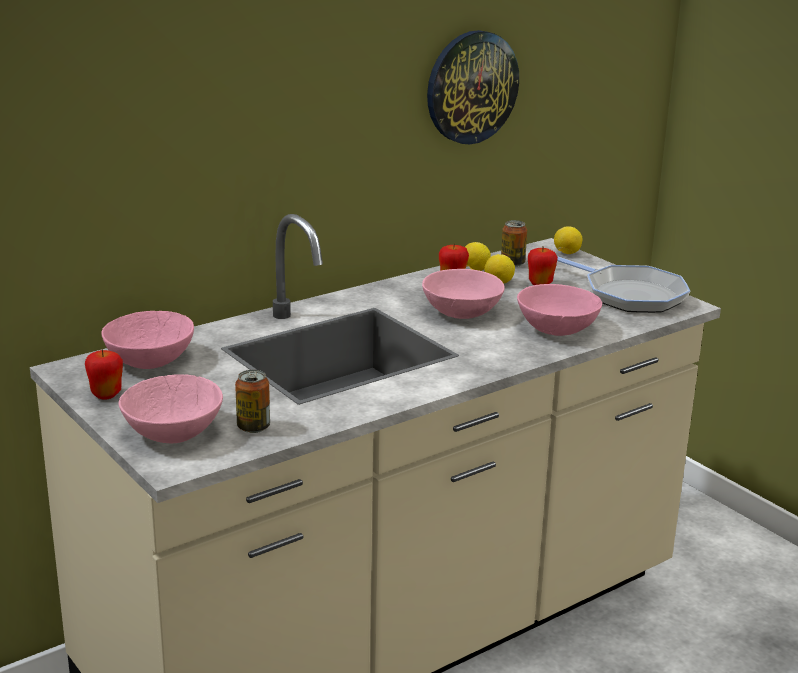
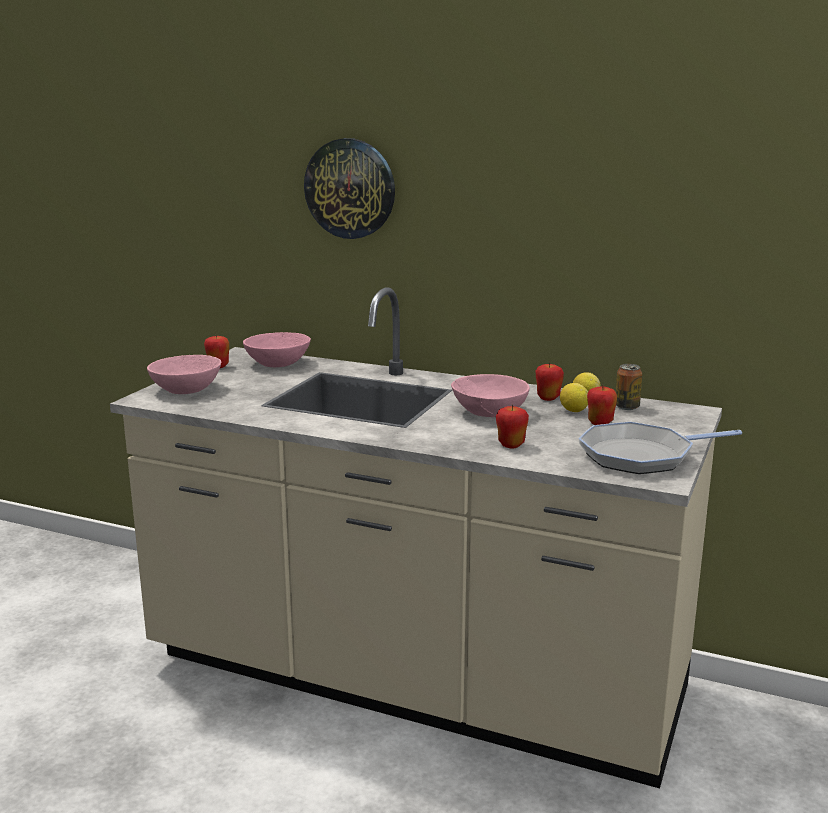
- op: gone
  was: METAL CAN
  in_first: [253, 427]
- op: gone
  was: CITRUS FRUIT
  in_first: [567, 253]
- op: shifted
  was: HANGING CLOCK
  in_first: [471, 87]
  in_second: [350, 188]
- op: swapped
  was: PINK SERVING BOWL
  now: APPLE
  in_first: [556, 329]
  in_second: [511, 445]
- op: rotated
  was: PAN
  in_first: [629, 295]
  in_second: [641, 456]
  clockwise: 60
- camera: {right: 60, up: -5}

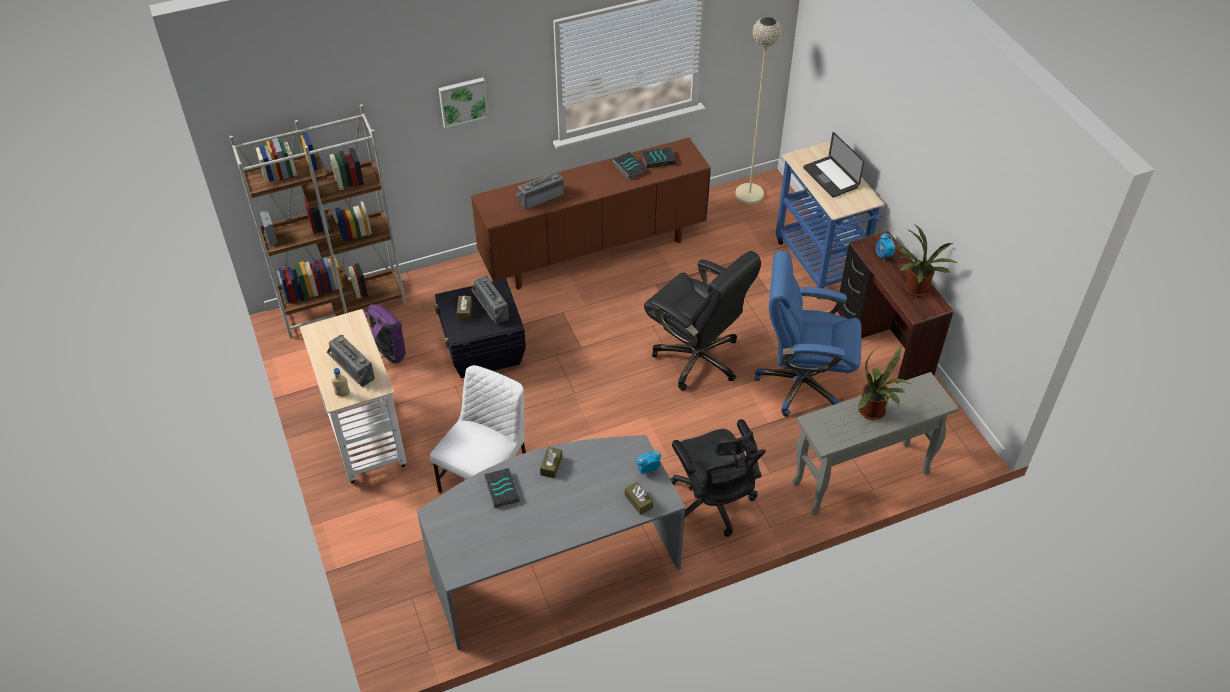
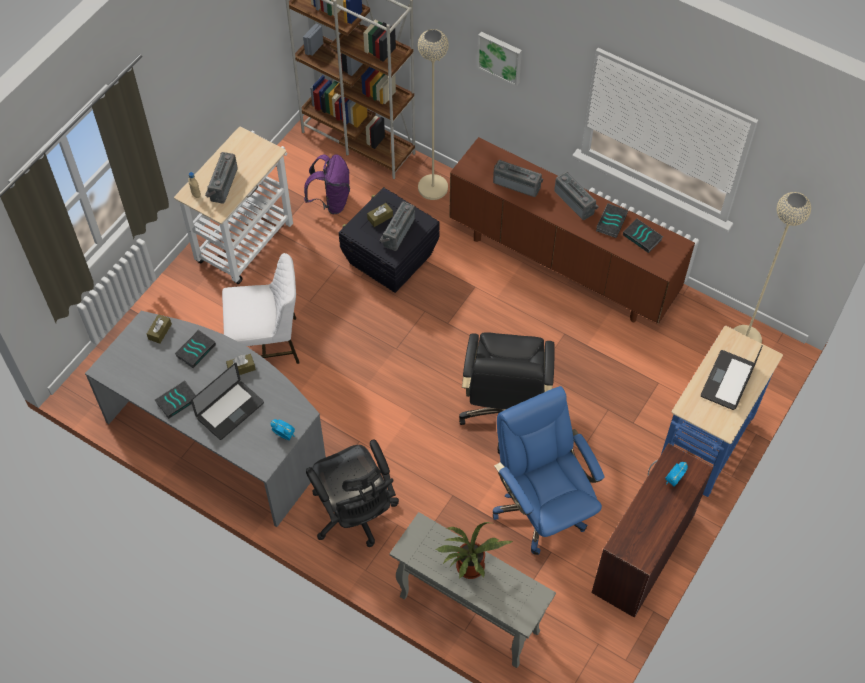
- op: gone
  was: PLANT IN A POT
  in_first: [915, 290]
- op: new
  now: VOLUME
  in_second: [177, 400]
- op: new
  now: LAPTOP
  in_second: [230, 410]
- op: new
  now: BEIGE STANDING LAMP
  in_second: [433, 188]
- op: new
  now: RADIO
  in_second: [576, 201]
- op: shifted
  was: BROWN TISSUE HOLDER
  in_first: [638, 501]
  in_second: [160, 331]
- op: rotated
  was: COMPUTER CHAIR
  in_first: [712, 505]
  in_second: [355, 514]
  clockwise: -60
- camera: {right: 55, up: 10}

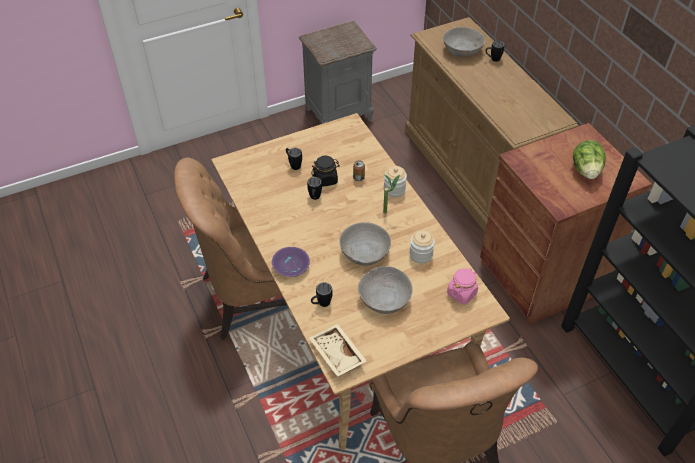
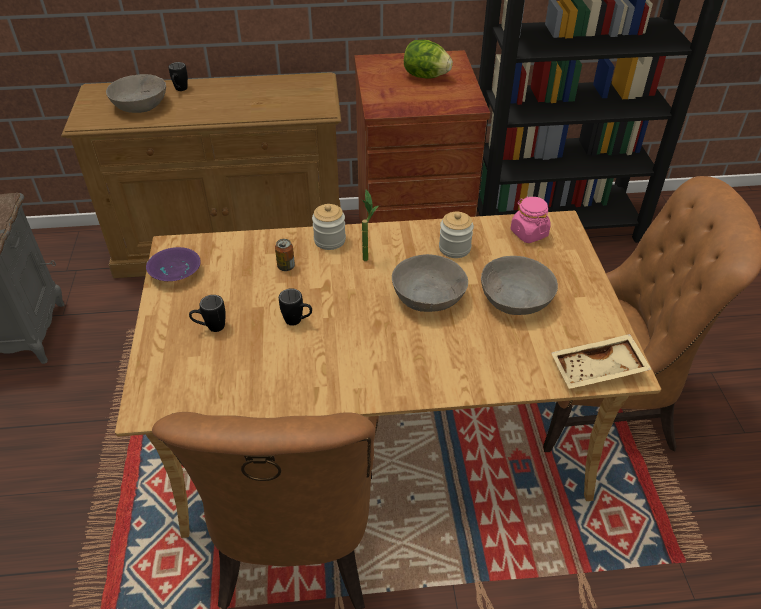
- op: gone
  was: BLACK-COLOURED JAR
  in_first: [325, 179]
- op: gone
  was: BLACK-COLOURED MUG
  in_first: [321, 304]
- op: shifted
  was: PURPLISH SERVING BOWL
  in_first: [291, 265]
  in_second: [174, 272]
- camera: {right: -70, up: -5}

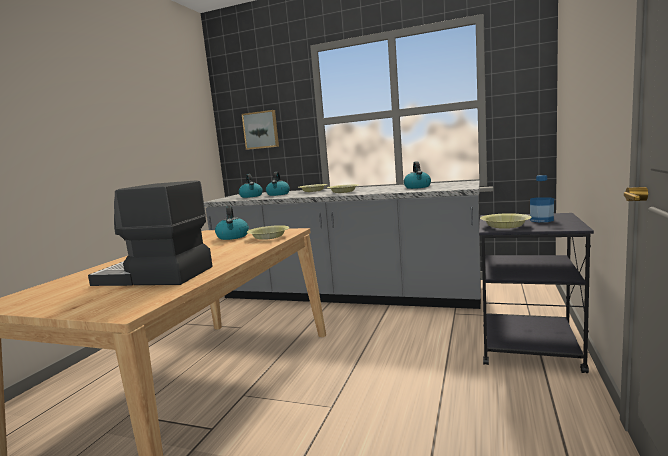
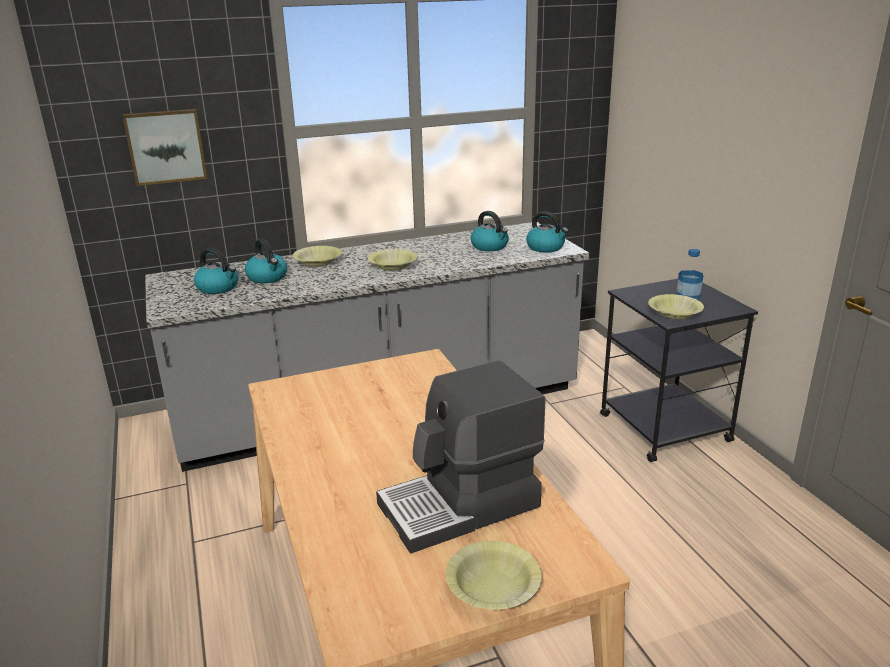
- op: shifted
  was: KETTLE
  in_first: [233, 237]
  in_second: [546, 247]
- op: shifted
  was: YELLOWISH SERVING BOWL
  in_first: [268, 237]
  in_second: [493, 587]
- camera: {right: -40, up: 15}

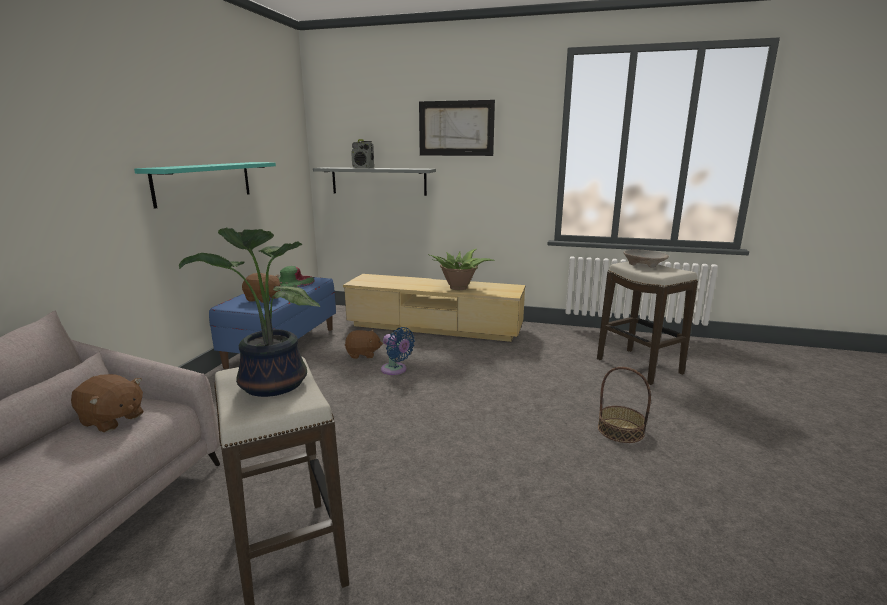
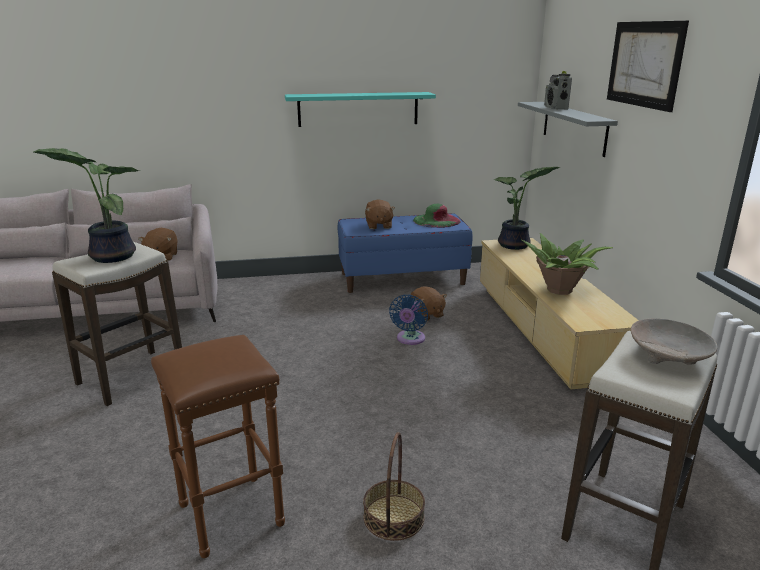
- op: new
  now: BROWN STOOL
  in_second: [230, 516]
- op: new
  now: PLANT IN A POT
  in_second: [515, 246]
- camera: {right: 65, up: 5}

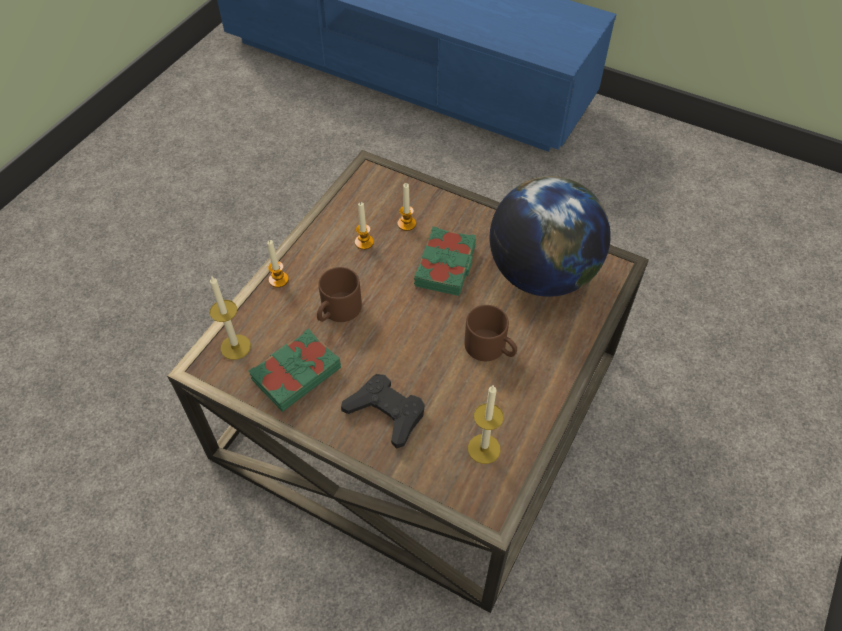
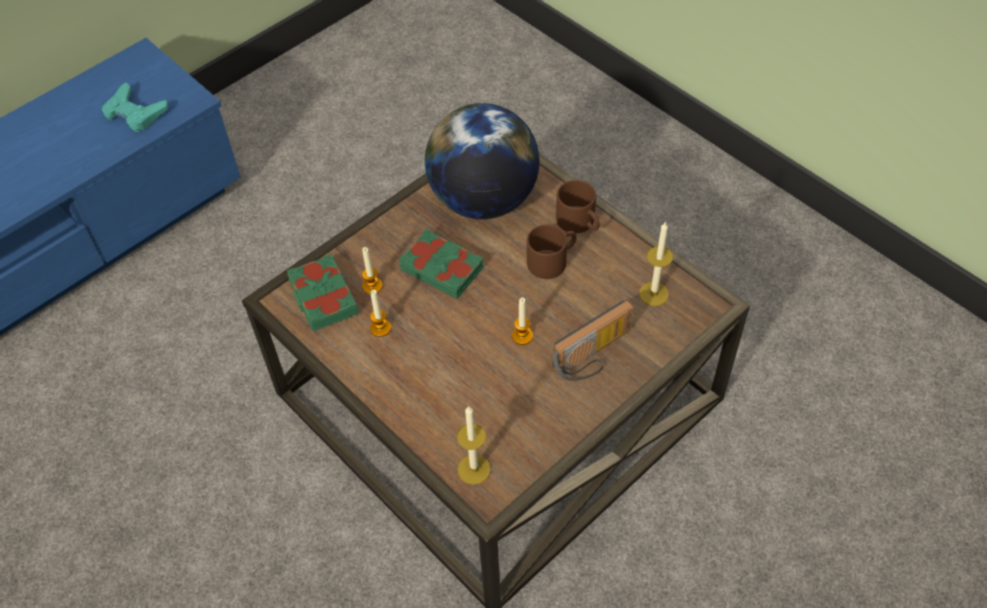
- op: new
  now: BLUE-GREEN GAMEPAD
  in_second: [135, 113]
- op: shifted
  was: GREEN VOLUME
  in_first: [295, 373]
  in_second: [322, 297]
- op: shifted
  was: CANDLE
  in_first: [278, 280]
  in_second: [522, 336]
- op: shifted
  was: BROWN MUG
  in_first: [338, 311]
  in_second: [580, 223]
- op: swapped
  was: BLACK-COLOURED GAMEPAD
  now: RADIO
  in_first: [386, 412]
  in_second: [595, 356]
- camera: {right: -70, up: 0}

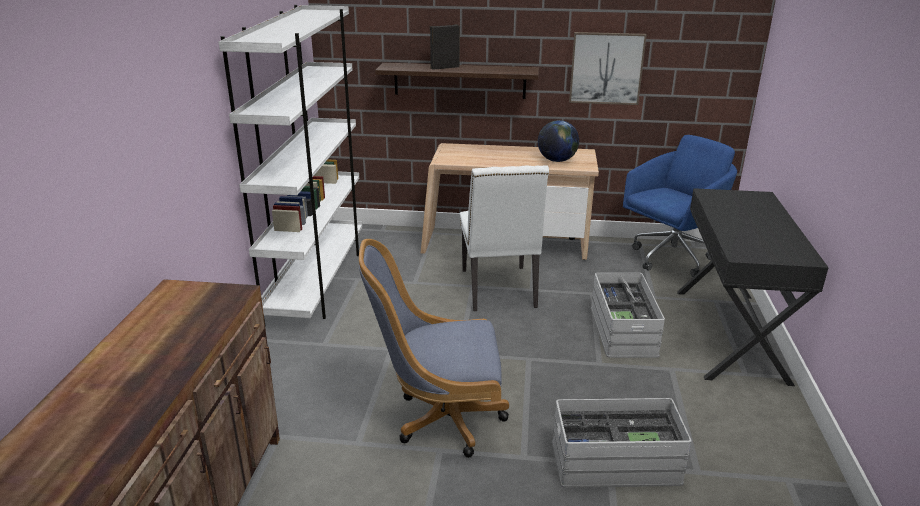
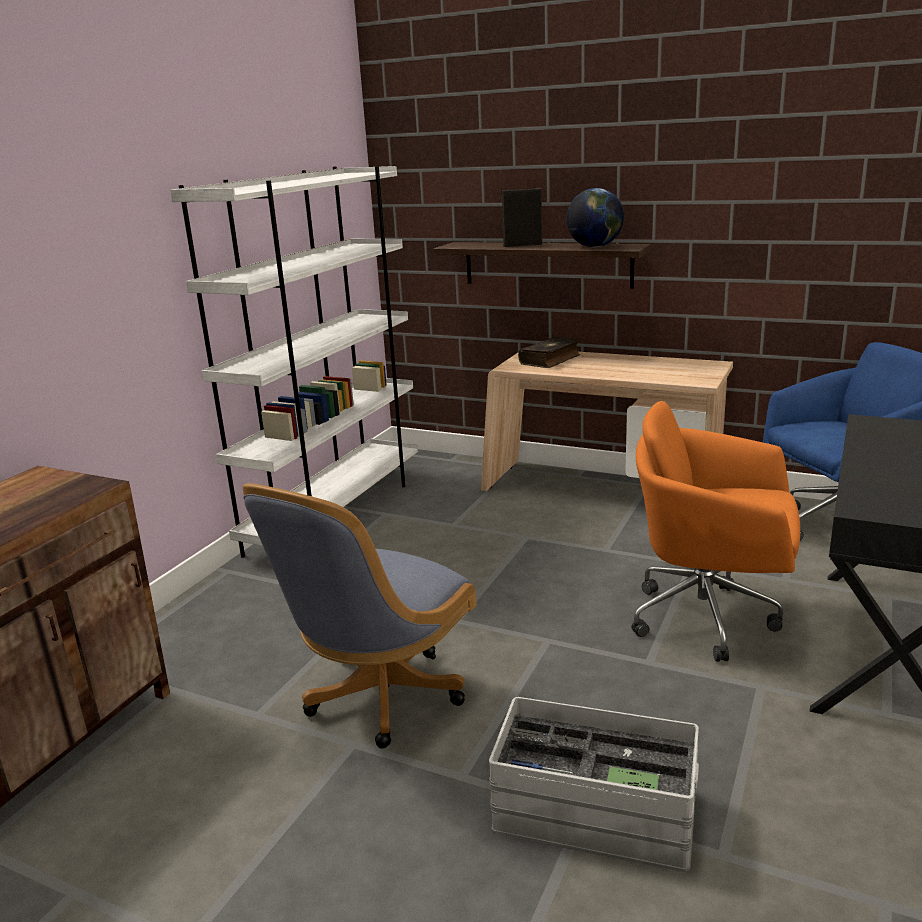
- op: gone
  was: WHITE CHAIR
  in_first: [498, 288]
- op: gone
  was: WALL ART
  in_first: [606, 68]
- op: new
  now: VOLUME
  in_second: [551, 360]
- op: shifted
  was: DESK GLOBE
  in_first: [557, 160]
  in_second: [595, 246]
- op: swapped
  was: GRAY STORAGE BOX
  now: ORANGE COMPUTER CHAIR
  in_first: [622, 330]
  in_second: [709, 620]
- op: rotated
  was: BLUE-COLOURED COMPUTER CHAIR
  in_first: [439, 420]
  in_second: [376, 704]
  clockwise: -75
- camera: {right: 20, up: -5}

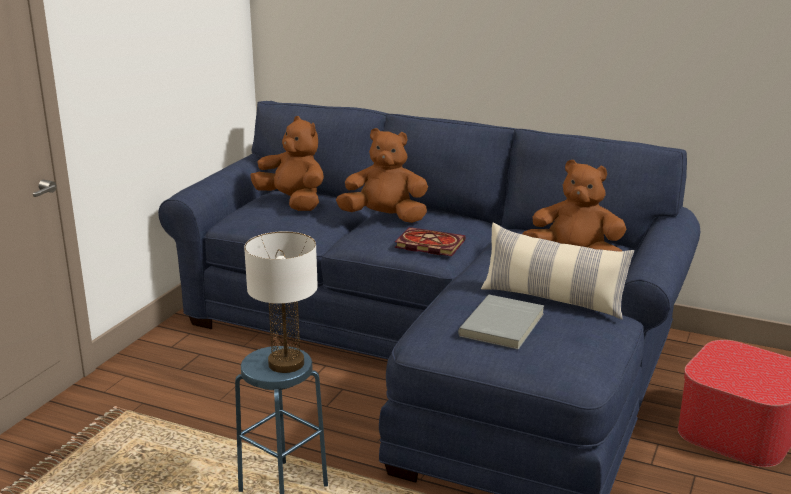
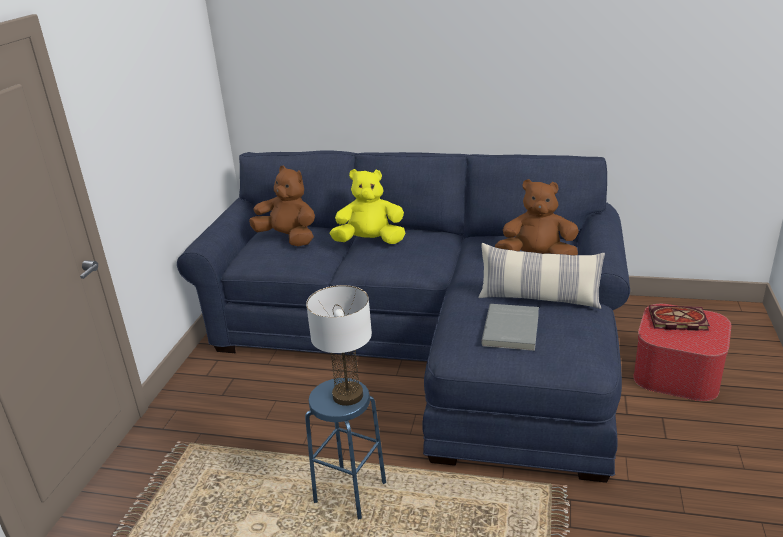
- op: shifted
  was: VOLUME
  in_first: [428, 245]
  in_second: [676, 320]
- op: repainted
  was: BROWN SOFT TOY
  now: YELLOWISH SOFT TOY
  in_first: [385, 217]
  in_second: [370, 241]
- camera: {right: -10, up: 5}

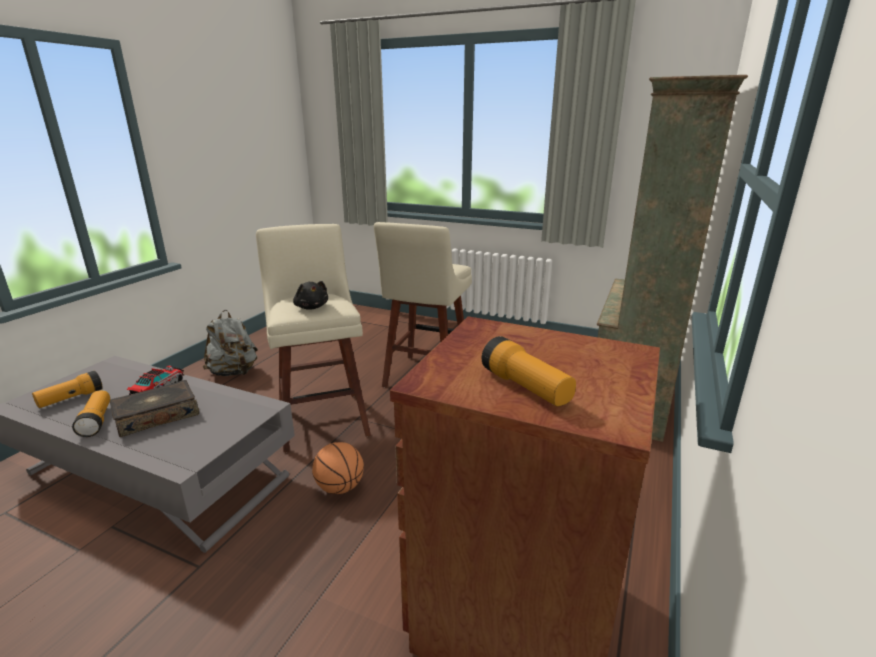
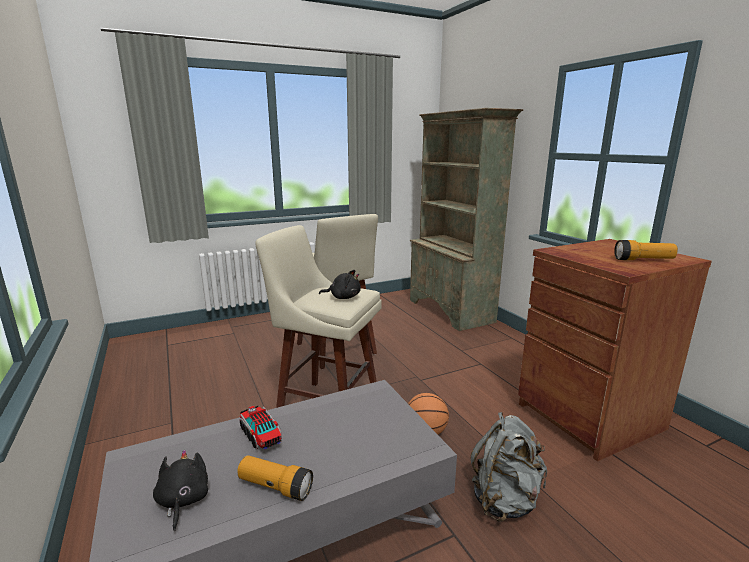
- op: gone
  was: VOLUME
  in_first: [157, 416]
- op: shifted
  was: GRAY KNAPSACK
  in_first: [234, 373]
  in_second: [505, 499]
- op: swapped
  was: FLASHLIGHT
  now: BLACK-COLOURED SOFT TOY
  in_first: [71, 398]
  in_second: [183, 501]
- camera: {right: -50, up: -5}

